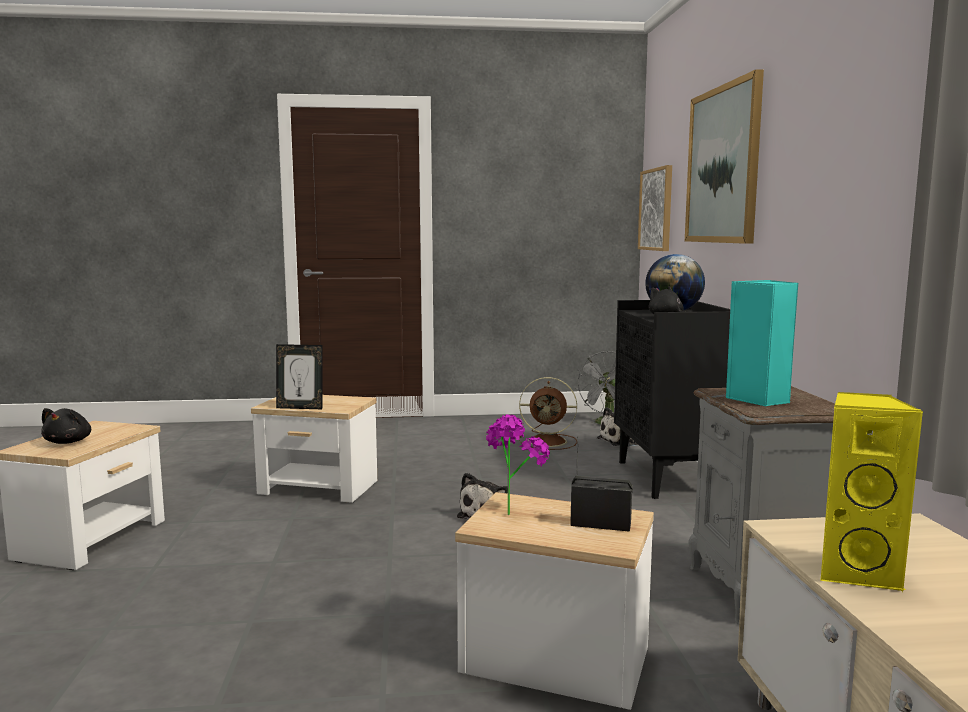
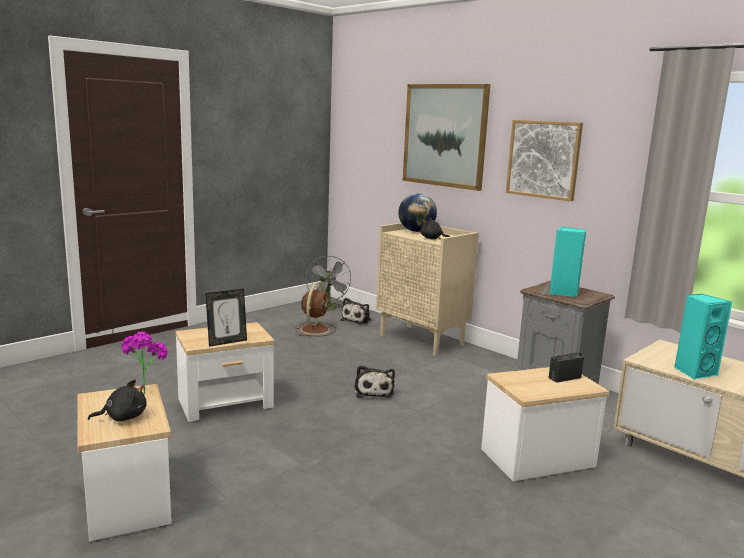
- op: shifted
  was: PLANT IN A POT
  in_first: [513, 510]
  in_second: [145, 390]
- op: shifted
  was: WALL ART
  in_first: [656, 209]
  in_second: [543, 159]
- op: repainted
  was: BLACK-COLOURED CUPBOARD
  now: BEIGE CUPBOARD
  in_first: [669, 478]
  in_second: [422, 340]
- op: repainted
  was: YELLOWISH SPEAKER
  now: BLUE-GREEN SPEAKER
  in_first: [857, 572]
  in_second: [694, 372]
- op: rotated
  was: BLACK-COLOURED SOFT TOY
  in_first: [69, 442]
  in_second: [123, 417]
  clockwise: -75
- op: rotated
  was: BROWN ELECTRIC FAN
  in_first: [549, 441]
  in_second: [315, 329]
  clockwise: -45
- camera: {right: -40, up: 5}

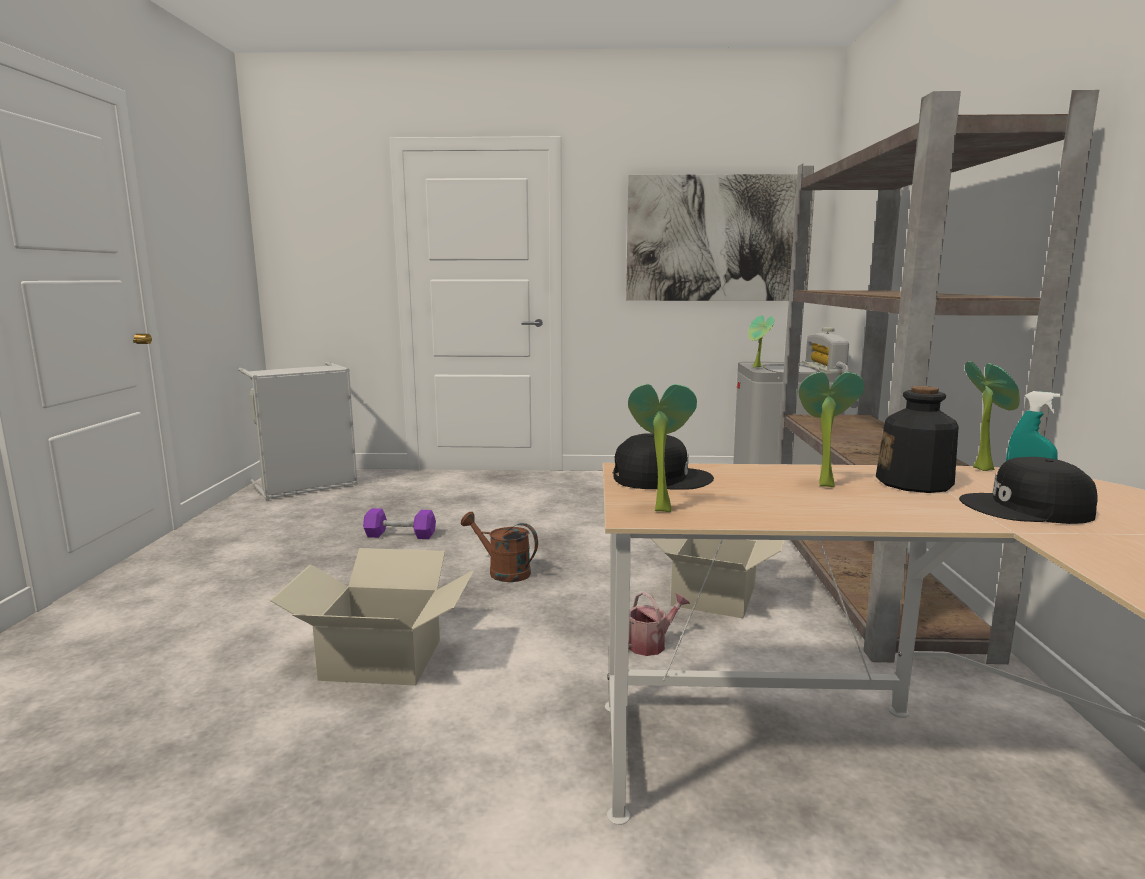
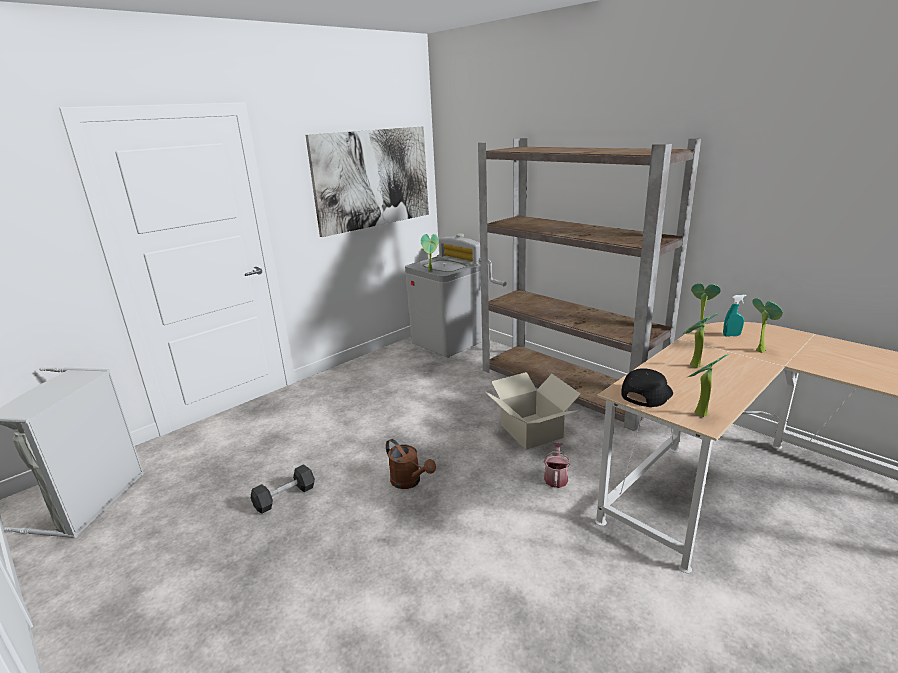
- op: gone
  was: CARDBOARD BOX
  in_first: [382, 658]
- op: gone
  was: BOTTLE
  in_first: [914, 483]
- op: swapped
  was: BLACK-COLOURED BASEBALL CAP
  now: PLANT IN A POT
  in_first: [1027, 509]
  in_second: [759, 350]
- op: repainted
  was: PURPLISH HAND WEIGHT
  now: BLACK-COLOURED HAND WEIGHT
  in_first: [400, 535]
  in_second: [285, 497]
- op: rotated
  was: BROWN WATERING POT
  in_first: [502, 572]
  in_second: [409, 482]
  clockwise: -120
- camera: {right: -45, up: 10}

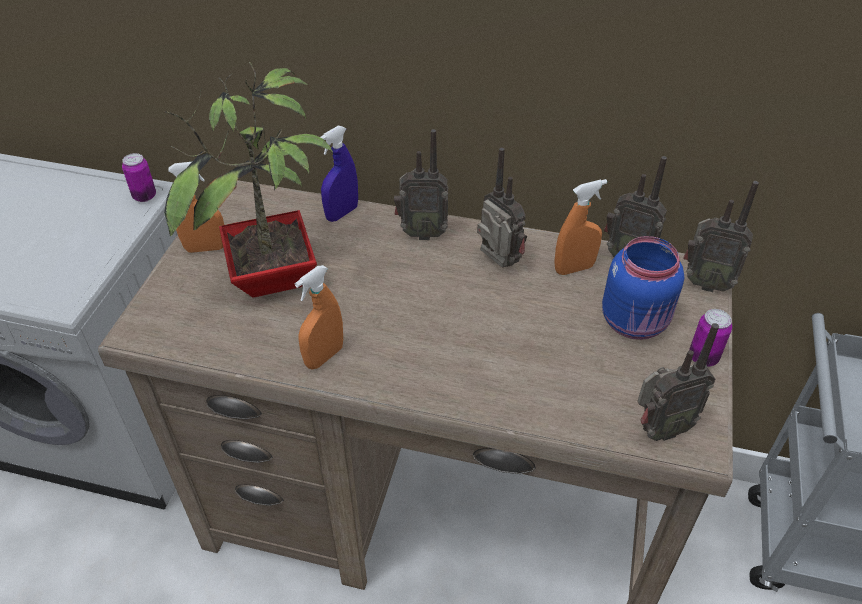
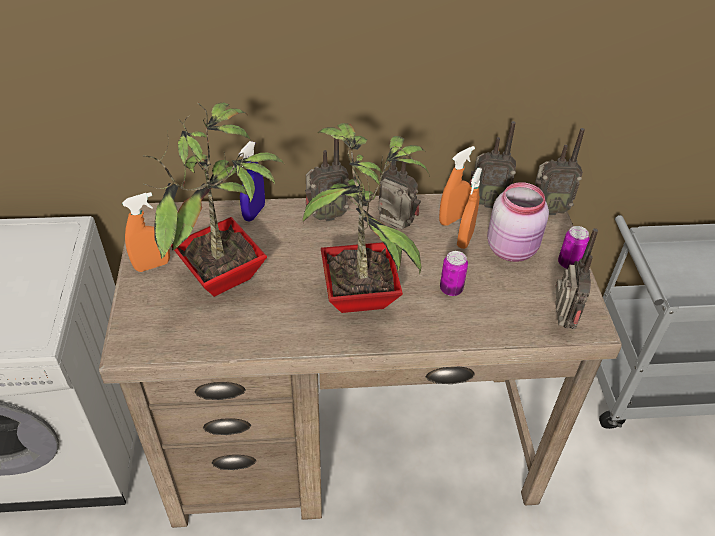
- op: new
  now: PLANT IN A POT
  in_second: [363, 296]
- op: shifted
  was: METAL CAN
  in_first: [144, 196]
  in_second: [451, 289]
- op: shifted
  was: ORANGE SPRAY BOTTLE
  in_first: [324, 356]
  in_second: [465, 239]
- op: repainted
  was: BLUE-COLOURED JAR
  now: PINK JAR
  in_first: [636, 322]
  in_second: [513, 249]
- op: rotated
  was: RADIO
  in_first: [659, 429]
  in_second: [561, 322]
  clockwise: -45
- camera: {right: -20, up: 0}

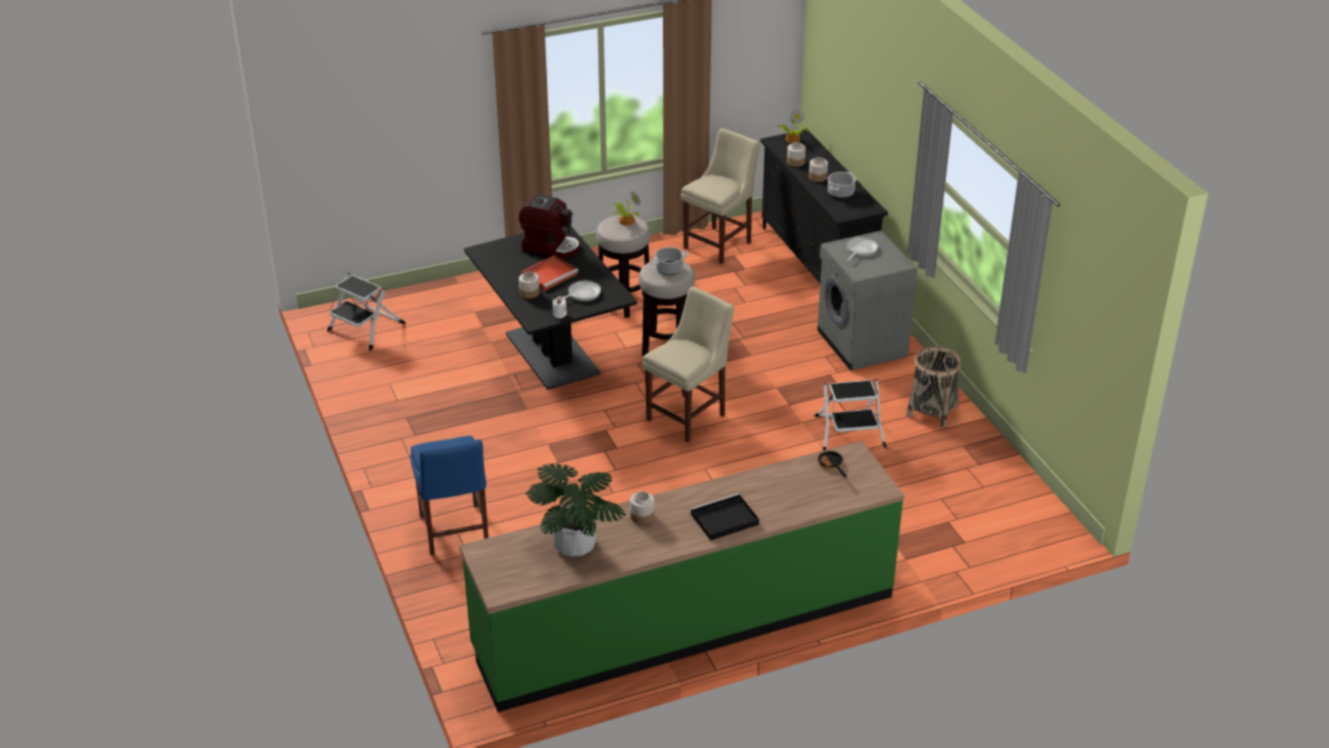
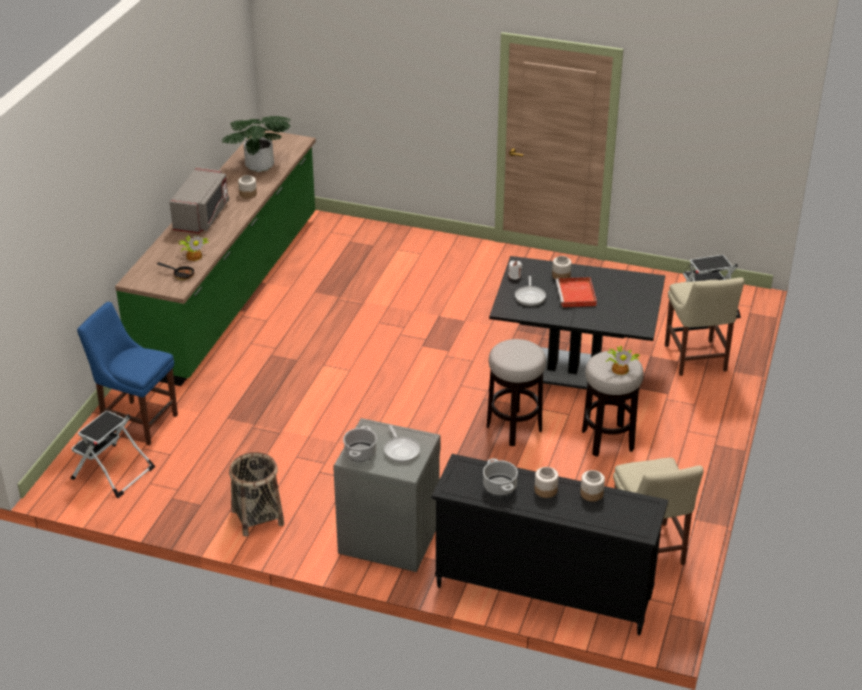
- op: gone
  was: COFFEE MACHINE
  in_first: [551, 246]
- op: shifted
  was: BLUE-COLOURED CHAIR
  in_first: [454, 532]
  in_second: [137, 421]
- op: shifted
  was: BEIGE CHAIR
  in_first: [689, 416]
  in_second: [696, 360]
- op: shifted
  was: COOKING POT
  in_first: [669, 269]
  in_second: [360, 453]
- op: shifted
  was: PLANT IN A POT
  in_first: [792, 139]
  in_second: [194, 255]
- op: shifted
  was: STEP LADDER
  in_first: [848, 432]
  in_second: [113, 471]
- op: swapped
  was: BLACK-COLOURED CARRYING TRAY
  now: GRAY KITCHEN MICROWAVE
  in_first: [723, 520]
  in_second: [202, 216]
- camera: {right: 130, up: 0}

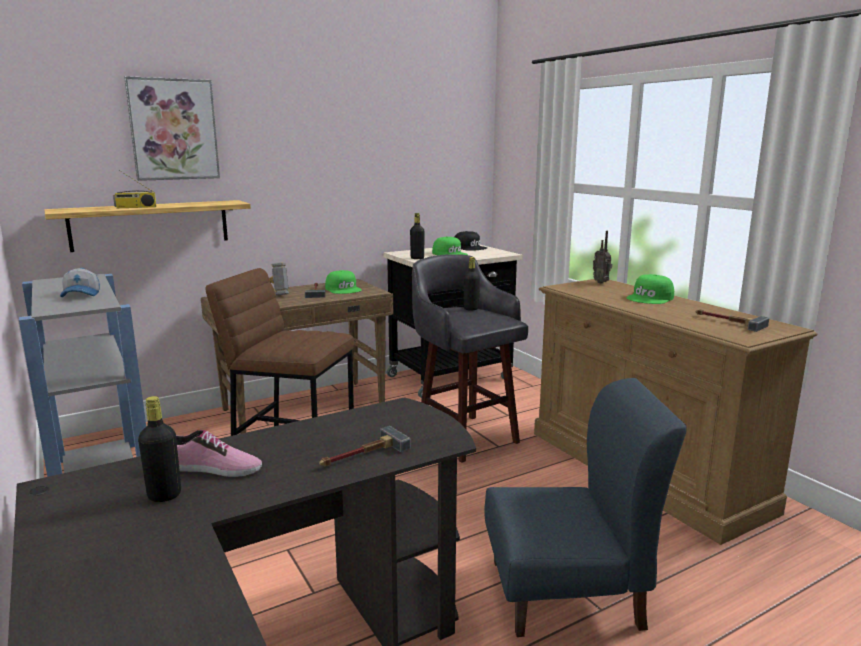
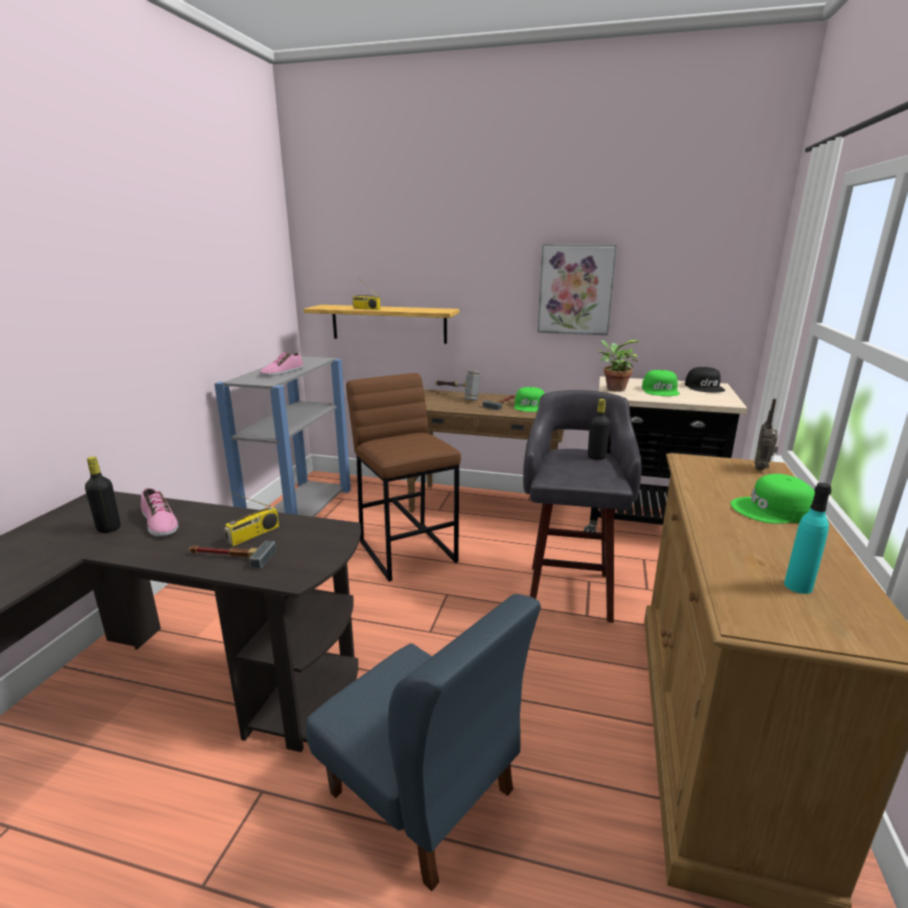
- op: new
  now: RADIO
  in_second: [253, 535]
- op: shifted
  was: WALL ART
  in_first: [173, 129]
  in_second: [575, 289]
- op: swapped
  was: BASEBALL CAP
  now: LOW SHOE
  in_first: [82, 294]
  in_second: [282, 372]
- op: swapped
  was: BLACK-COLOURED BOTTLE
  now: PLANT IN A POT
  in_first: [417, 258]
  in_second: [613, 389]
- op: swapped
  was: TOOL HAMMER
  now: BLUE-GREEN BOTTLE
  in_first: [727, 322]
  in_second: [798, 586]
- camera: {right: 45, up: 5}

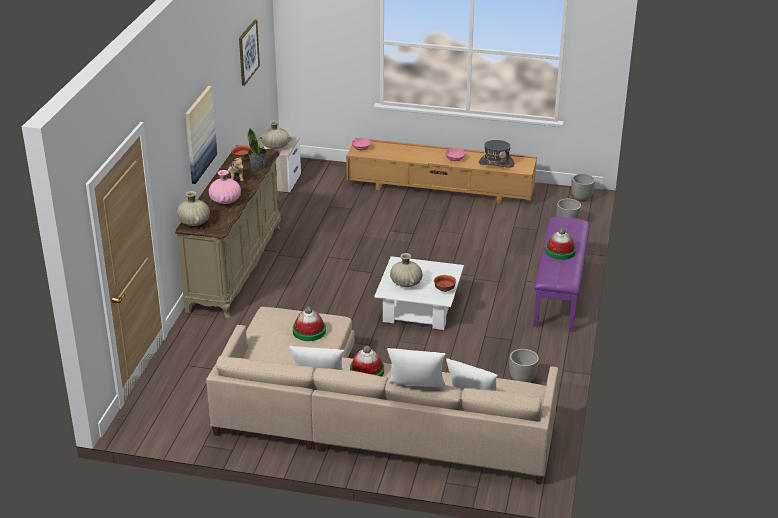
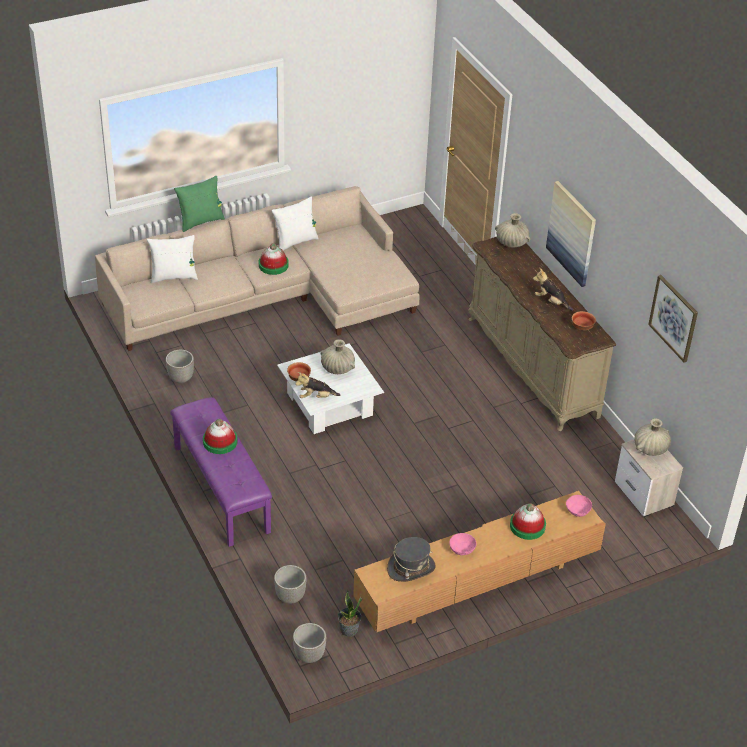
- op: gone
  was: PINK VASE
  in_first: [225, 201]
- op: new
  now: SOFT TOY
  in_second: [316, 397]
- op: shifted
  was: PLANT IN A POT
  in_first: [258, 167]
  in_second: [349, 630]
- op: shifted
  was: HAT
  in_first: [309, 331]
  in_second: [527, 526]
- op: repainted
  was: WHITE PILLOW
  now: GREEN PILLOW
  in_first: [416, 389]
  in_second: [200, 222]
- camera: {right: 140, up: 10}

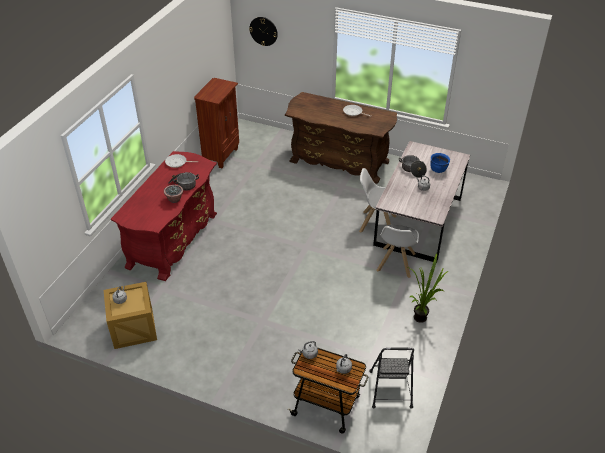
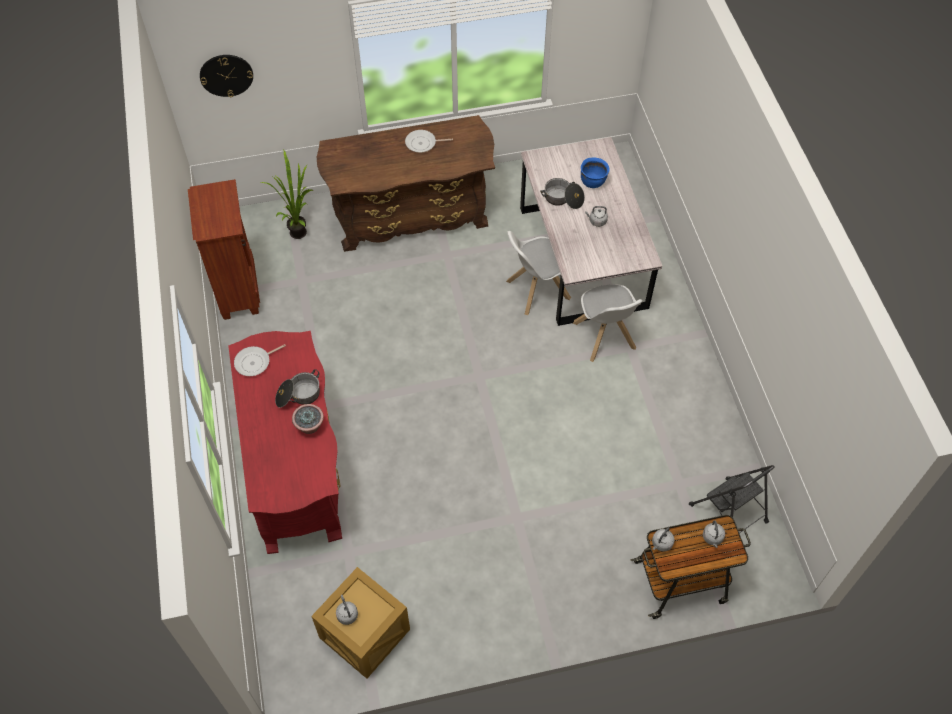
- op: shifted
  was: PLANT IN A POT
  in_first: [422, 316]
  in_second: [300, 230]
- camera: {right: -35, up: 15}

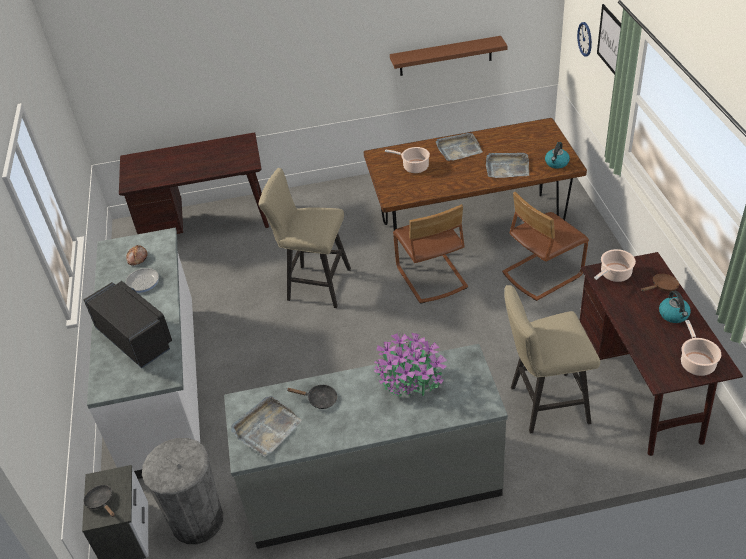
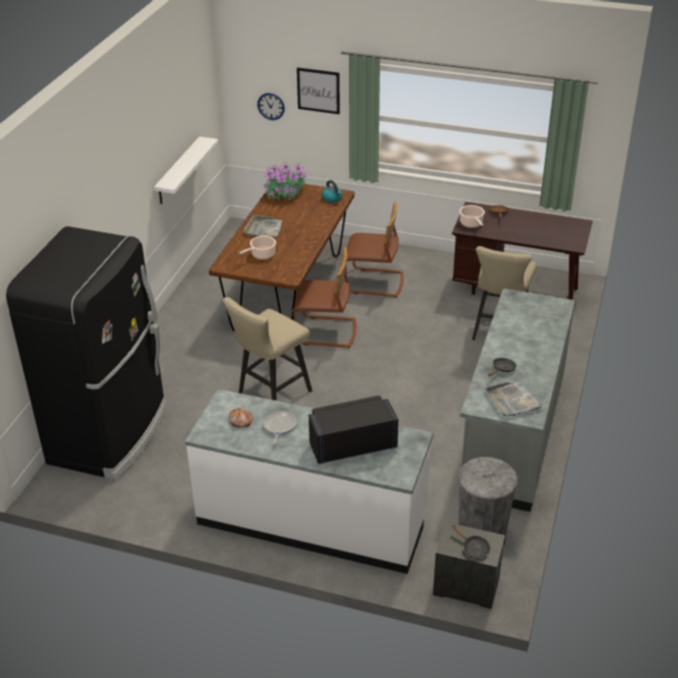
- op: gone
  was: GRAY CARRYING TRAY
  in_first: [507, 167]
- op: gone
  was: KETTLE
  in_first: [674, 315]
- op: gone
  was: COOKING POT
  in_first: [696, 362]
- op: shifted
  was: PLANT IN A POT
  in_first: [410, 381]
  in_second: [284, 193]
- op: swapped
  was: BROWN DESK
  now: BLACK-COLOURED REFRIGERATOR
  in_first: [206, 225]
  in_second: [110, 434]
- op: repainted
  was: BROWN WALL SHELF
  now: WHITE WALL SHELF
  in_first: [445, 56]
  in_second: [178, 171]
- op: rotated
  was: BLACK-COLOURED PAN
  in_first: [101, 502]
  in_second: [473, 548]
  clockwise: -120
- op: rotated
  was: BROWN CHAIR
  in_first: [541, 274]
  in_second: [374, 283]
  clockwise: -75
- camera: {right: -65, up: -5}

